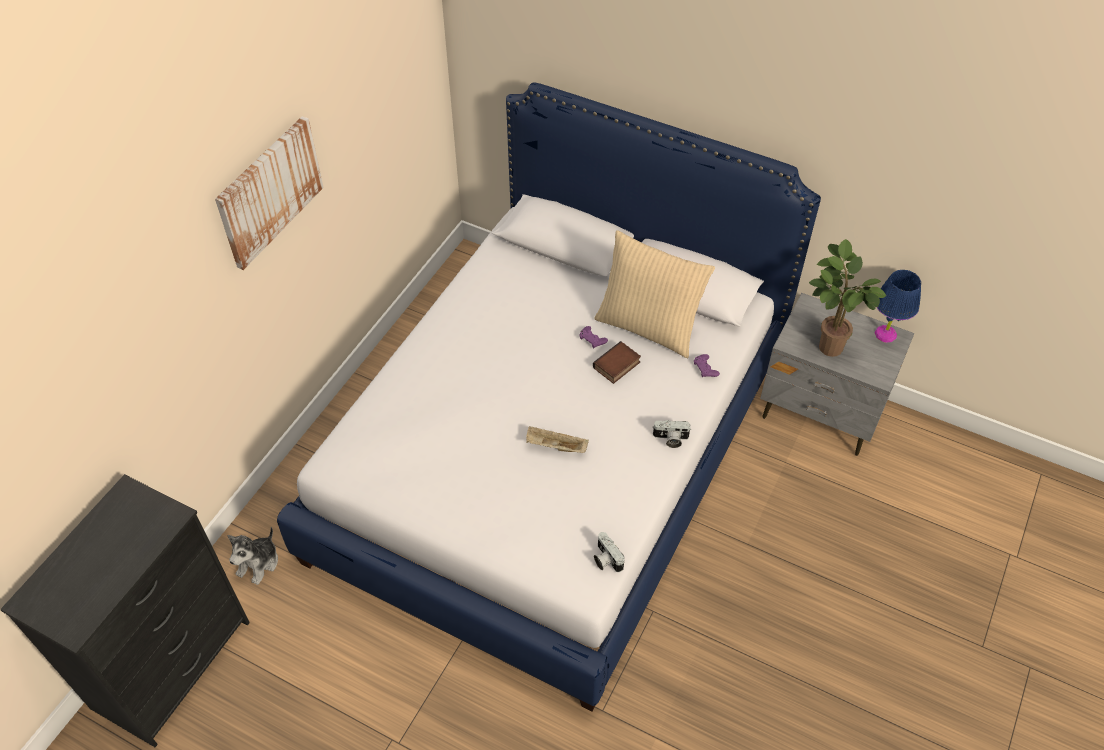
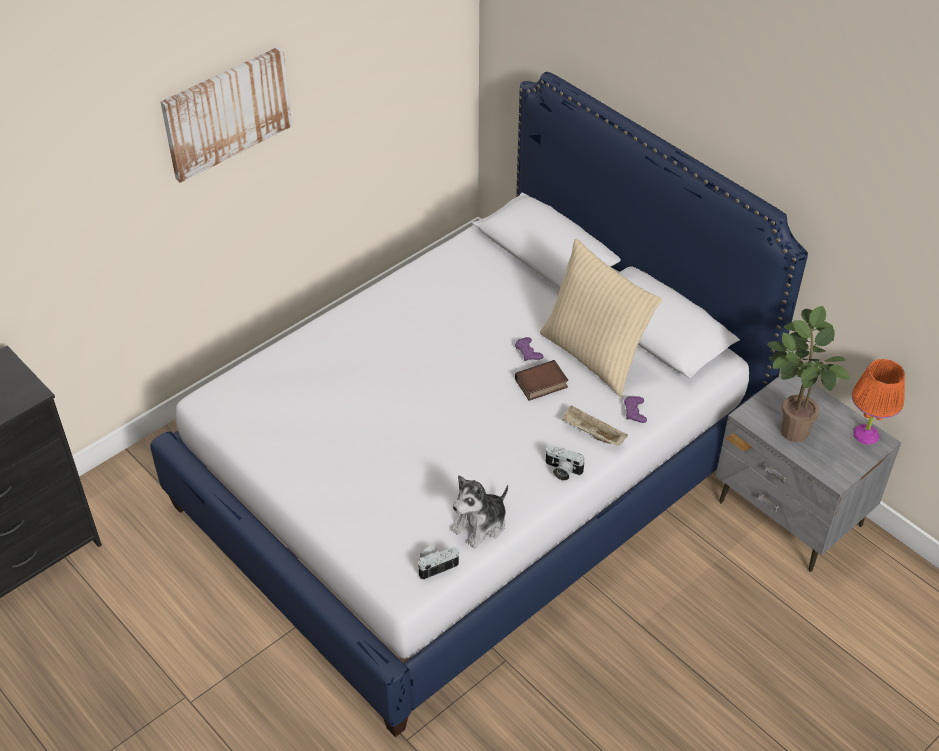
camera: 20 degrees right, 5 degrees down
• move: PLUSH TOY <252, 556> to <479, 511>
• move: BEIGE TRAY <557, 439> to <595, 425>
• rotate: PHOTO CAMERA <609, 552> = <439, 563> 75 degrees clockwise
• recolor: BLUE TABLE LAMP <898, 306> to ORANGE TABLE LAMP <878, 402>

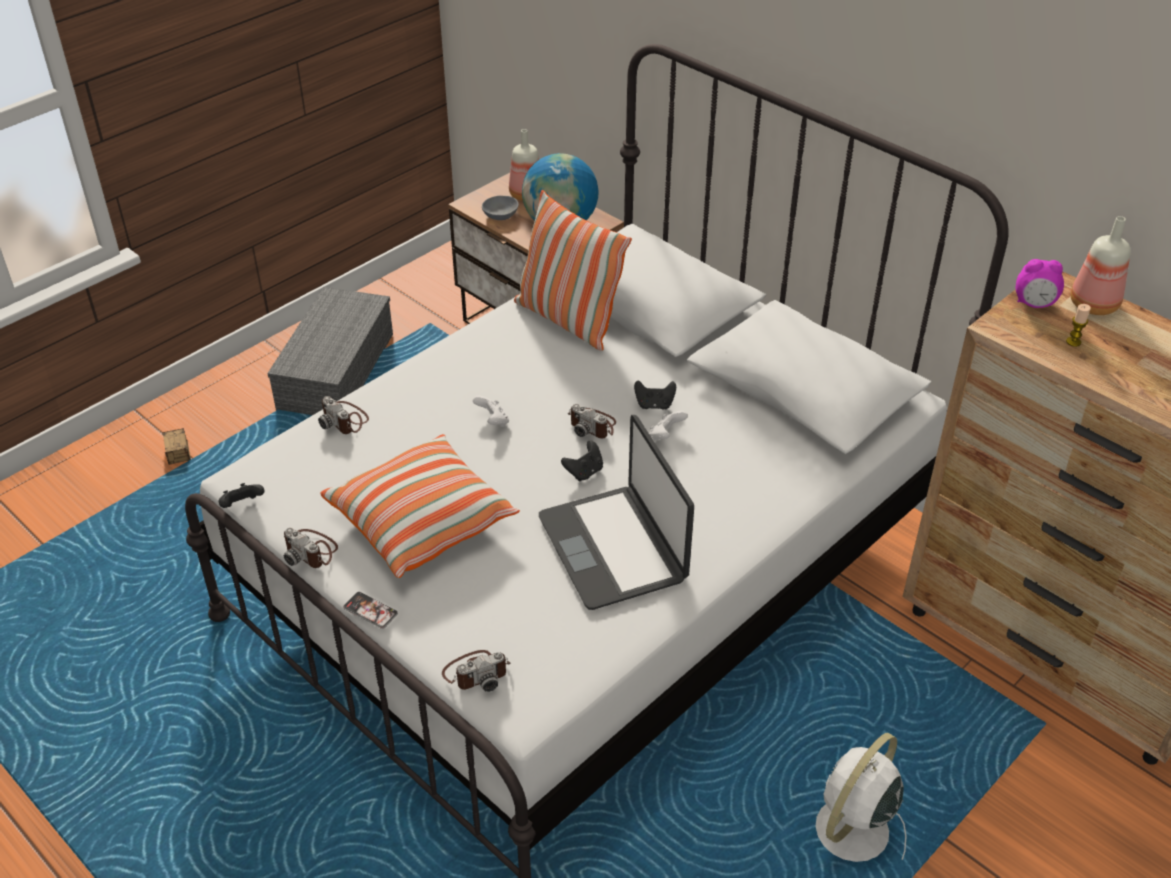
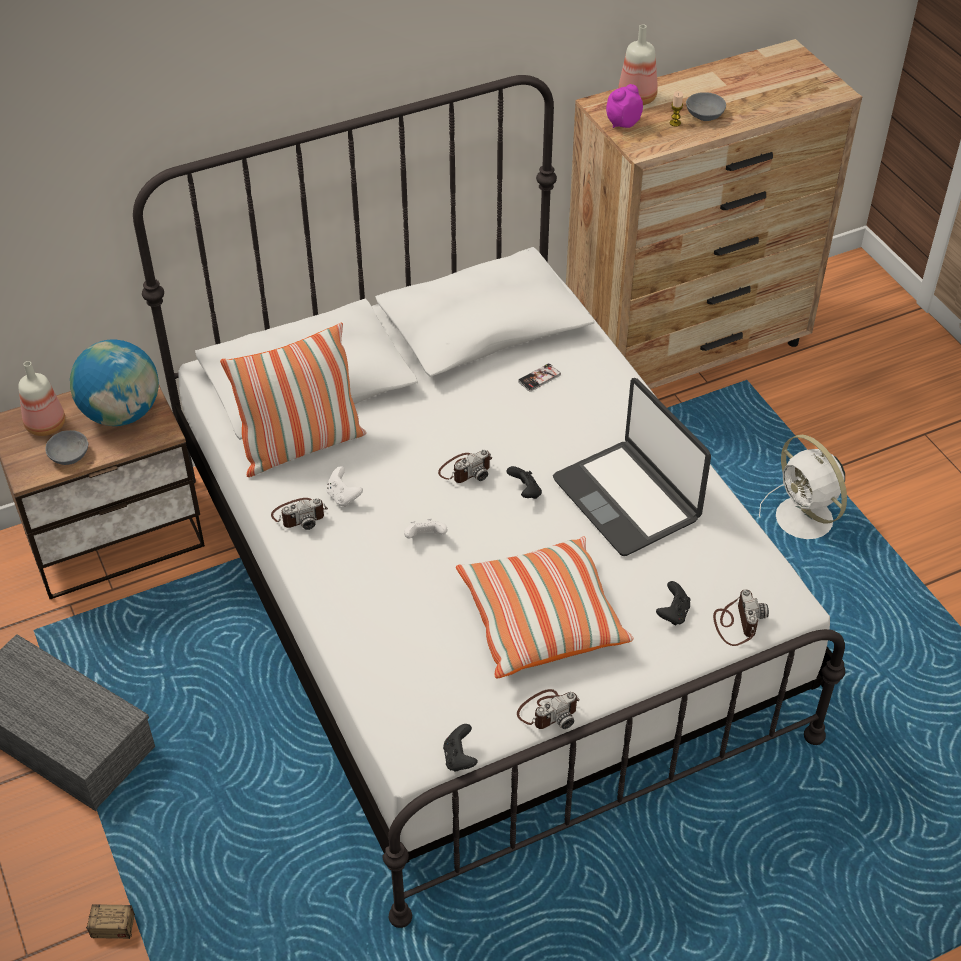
camera: 70 degrees left, 5 degrees up
• move: PHOTO CAMERA <343, 415> to <299, 514>
• move: PHONE <370, 610> to <539, 377>
• rotate: LAPTOP <616, 512> = <632, 467> 60 degrees clockwise
• move: BLACK GAME CONTROLLER <655, 395> to <673, 603>
• move: WHITE GAME CONTROLLER <668, 426> to <344, 486>
• rotate: ALARM CLOCK <1040, 283> = <624, 106> 150 degrees counterclockwise
• insert: GREY BOWL <706, 106>

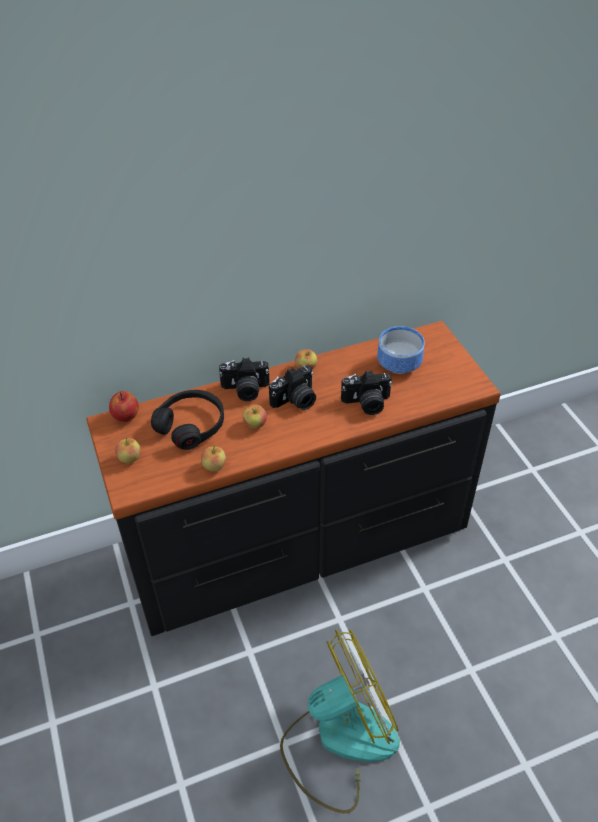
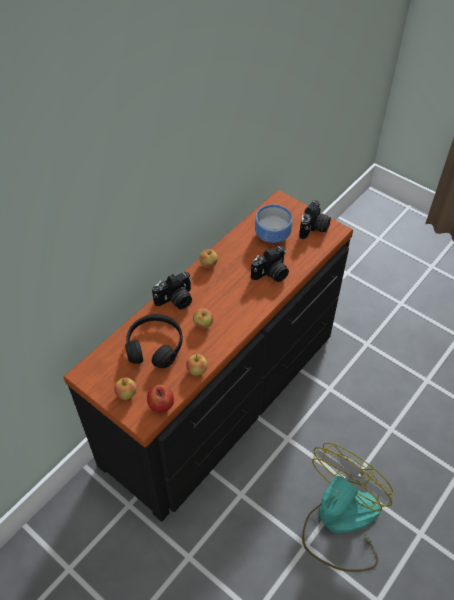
camera: 30 degrees left, 5 degrees up
• move: APPLE <124, 406> to <160, 399>
• move: PHOTO CAMERA <292, 388> to <315, 219>

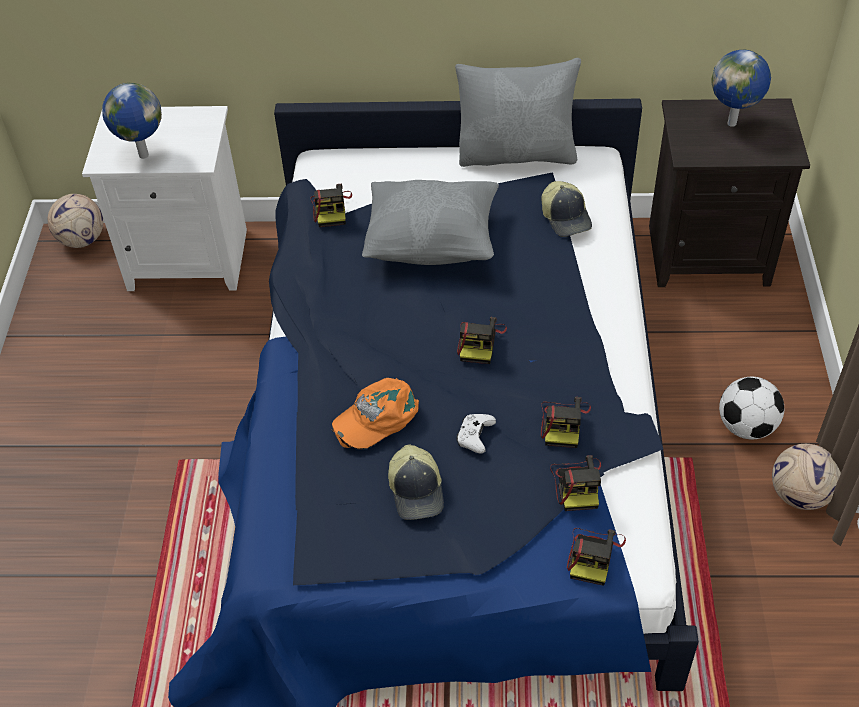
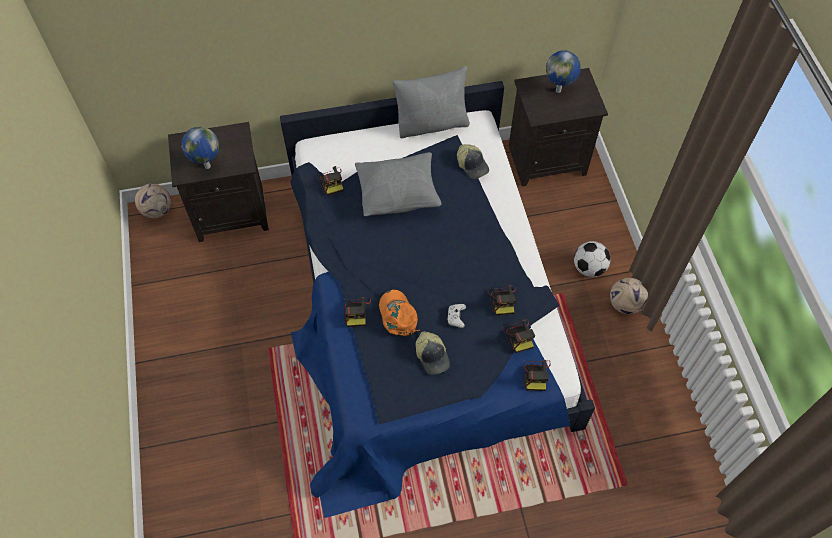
camera: 15 degrees left, 10 degrees up
• recolor: WHITE NIGHTSTAND <164, 198> to BLACK NIGHTSTAND <218, 182>
• rotate: ORANGE CAP <375, 414> = <399, 312> 120 degrees clockwise
• move: PHOTO CAMERA <482, 340> to <357, 312>

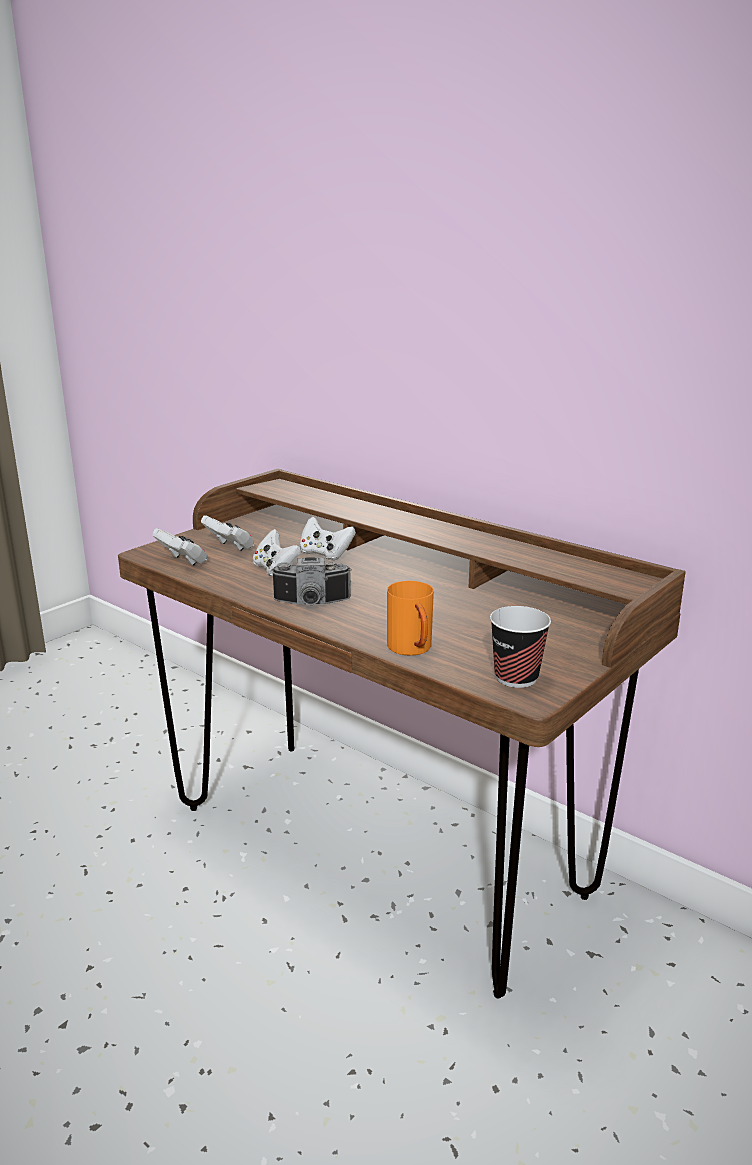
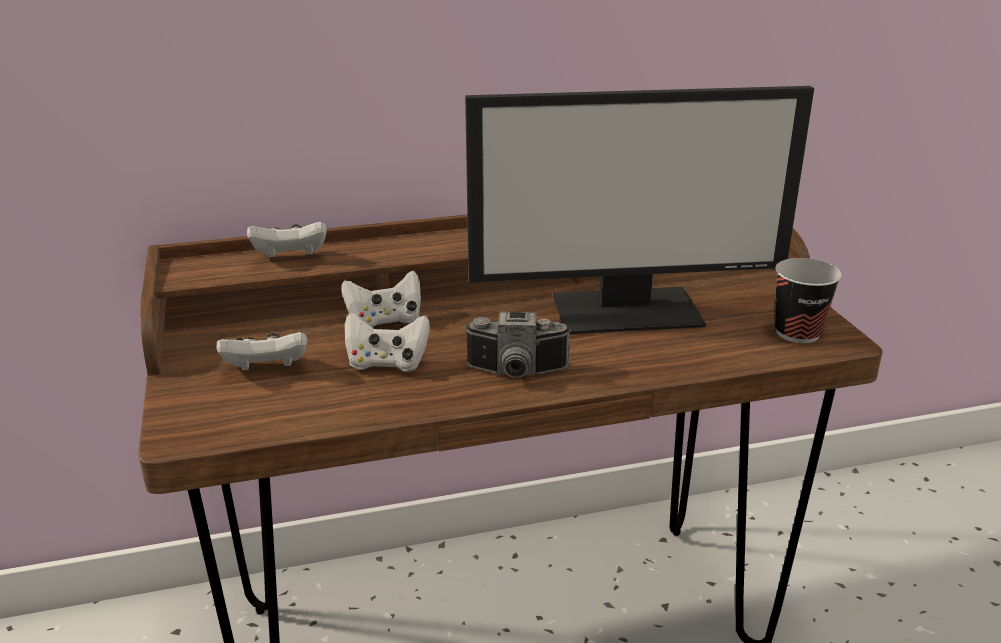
camera: 55 degrees left, 5 degrees up
• move: WHITE GAME CONTROLLER <180, 546> to <287, 240>
• rotate: PHOTO CAMERA <311, 581> = <518, 345> 60 degrees clockwise
• delete: ORANGE MUG <410, 618>
• insert: MONITOR <639, 210>

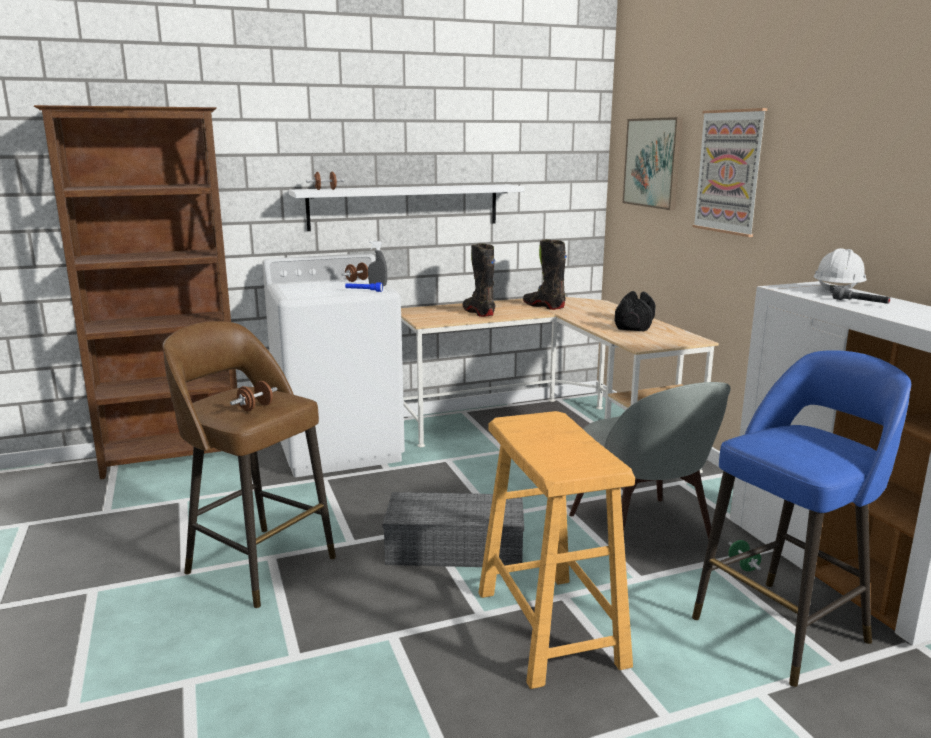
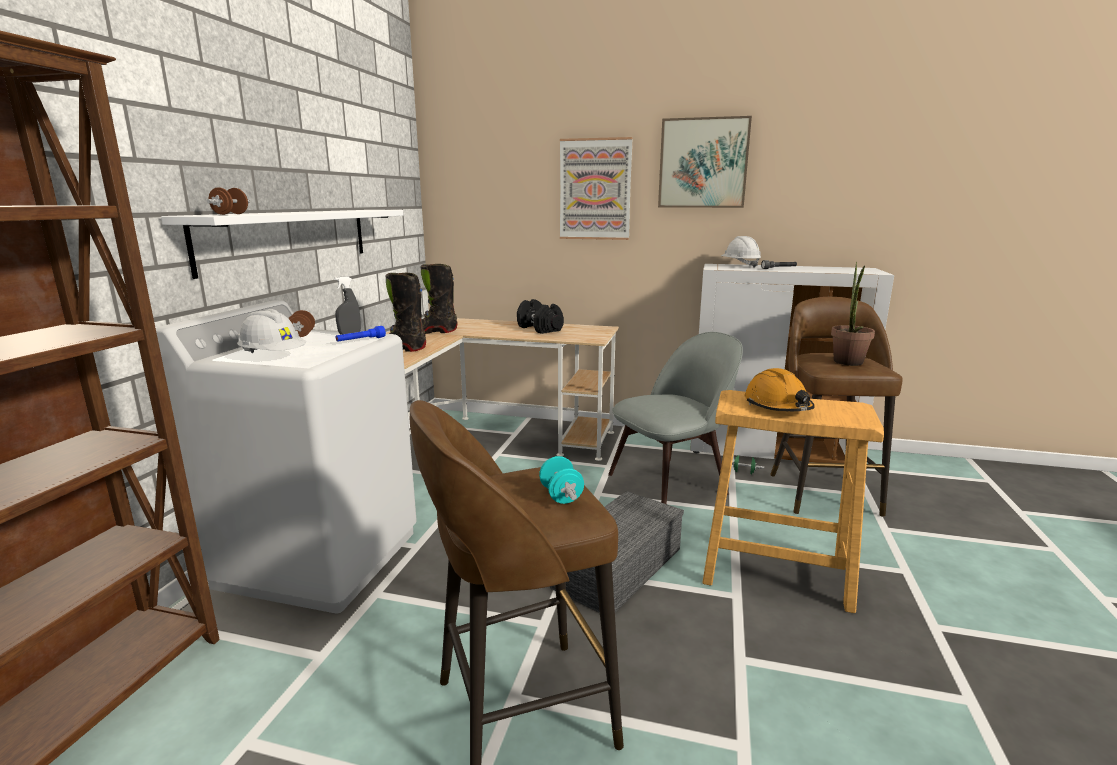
camera: 55 degrees left, 0 degrees up
• recolor: BROWN DUMBBELL <253, 396> to TURQUOISE DUMBBELL <561, 480>
• rotate: GREY CHAIR <650, 460> = <675, 418> 45 degrees counterclockwise
• move: PICTURE <653, 163> to <705, 162>
• recolor: BLUE STOOL <801, 518> to BROWN STOOL <836, 407>
• insert: WHITE HARD HAT <271, 331>
• insert: ORANGE HARD HAT <779, 389>
• insert: POTTED PLANT <853, 314>

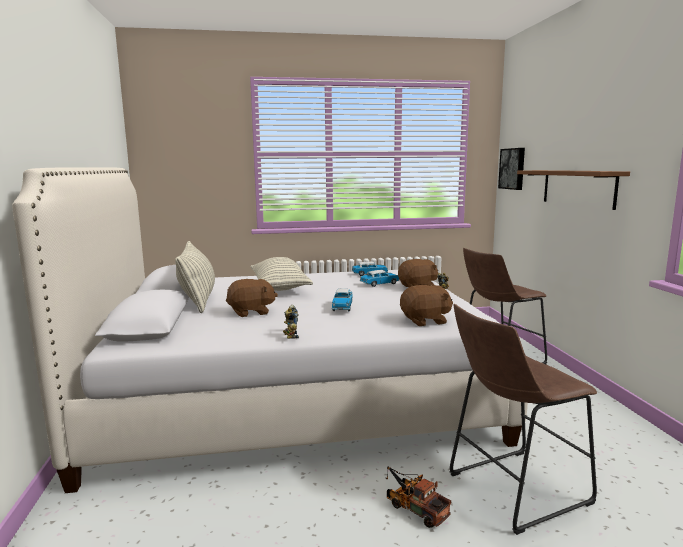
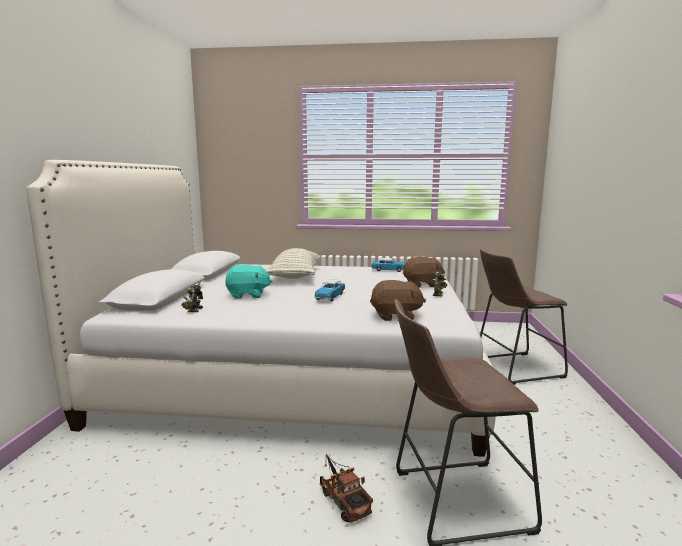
camera: 15 degrees right, 0 degrees up
• delete: PILLOW <195, 277>
• recolor: BROWN PLUSH TOY <252, 298> to TURQUOISE PLUSH TOY <249, 281>
• move: TOY ROBOT <291, 322> to <192, 297>
• delete: TOY CAR <379, 278>
• delete: PICTURE <511, 169>
• delete: SHELF <573, 190>

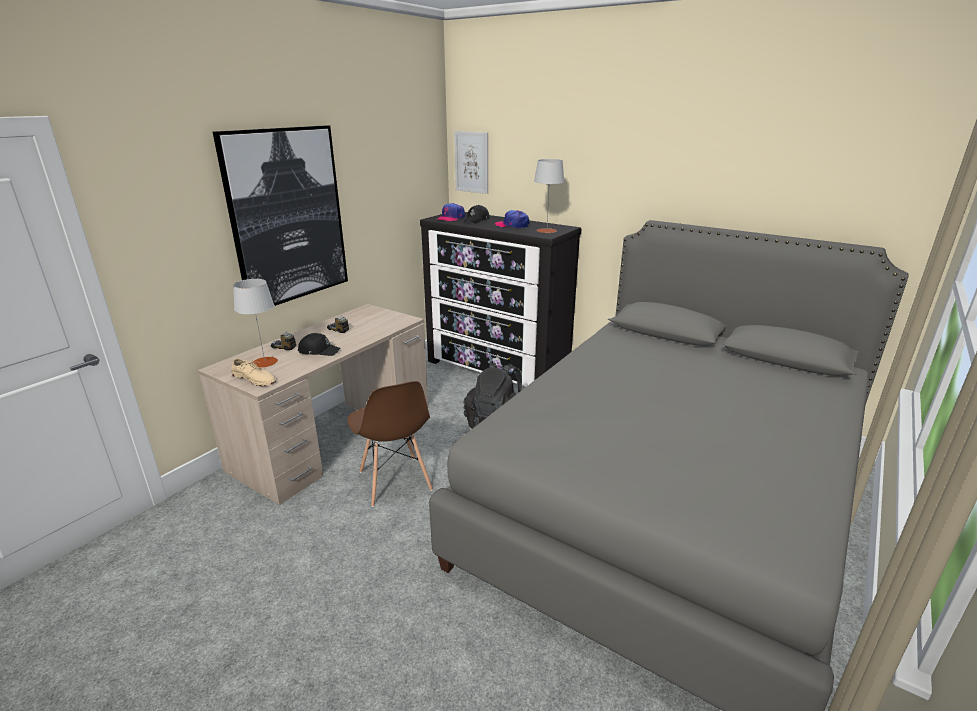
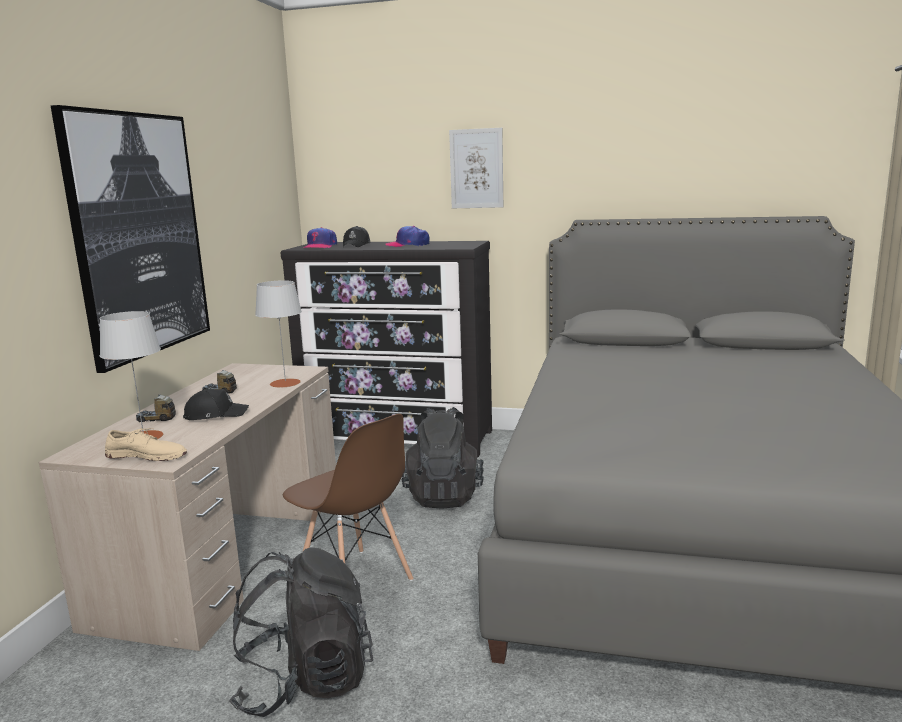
camera: 20 degrees left, 10 degrees down
• move: PICTURE <471, 162> to <476, 168>
• move: GREY TABLE LAMP <549, 196> to <278, 333>
• insert: BLACK BACKPACK <301, 632>

